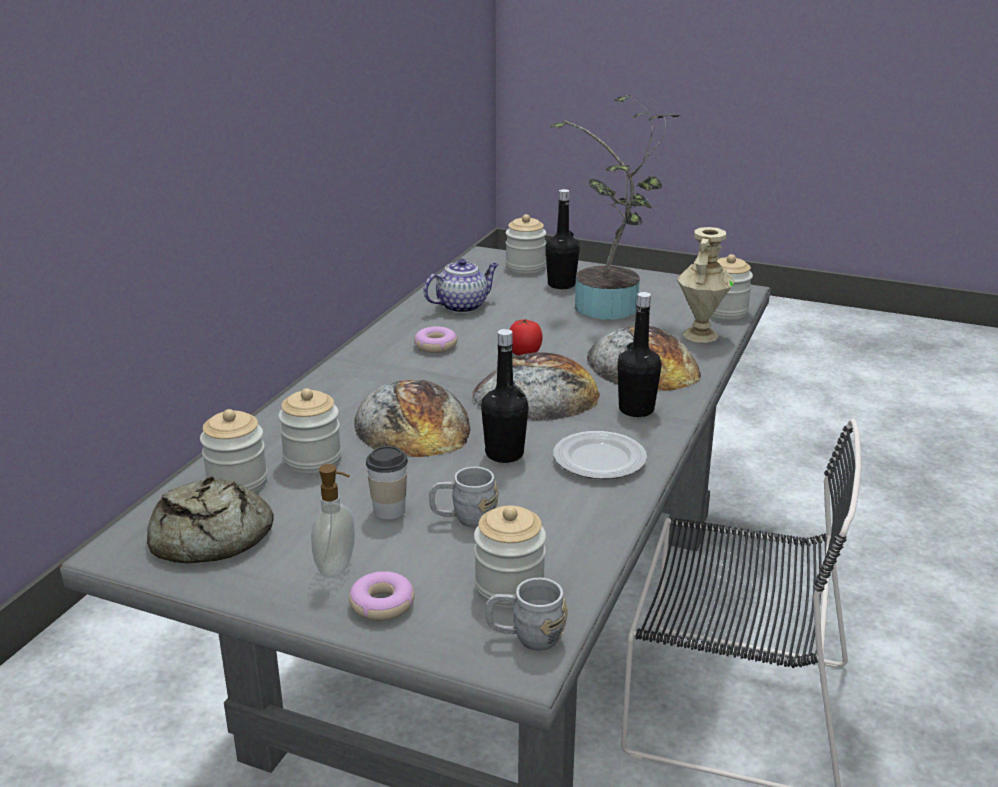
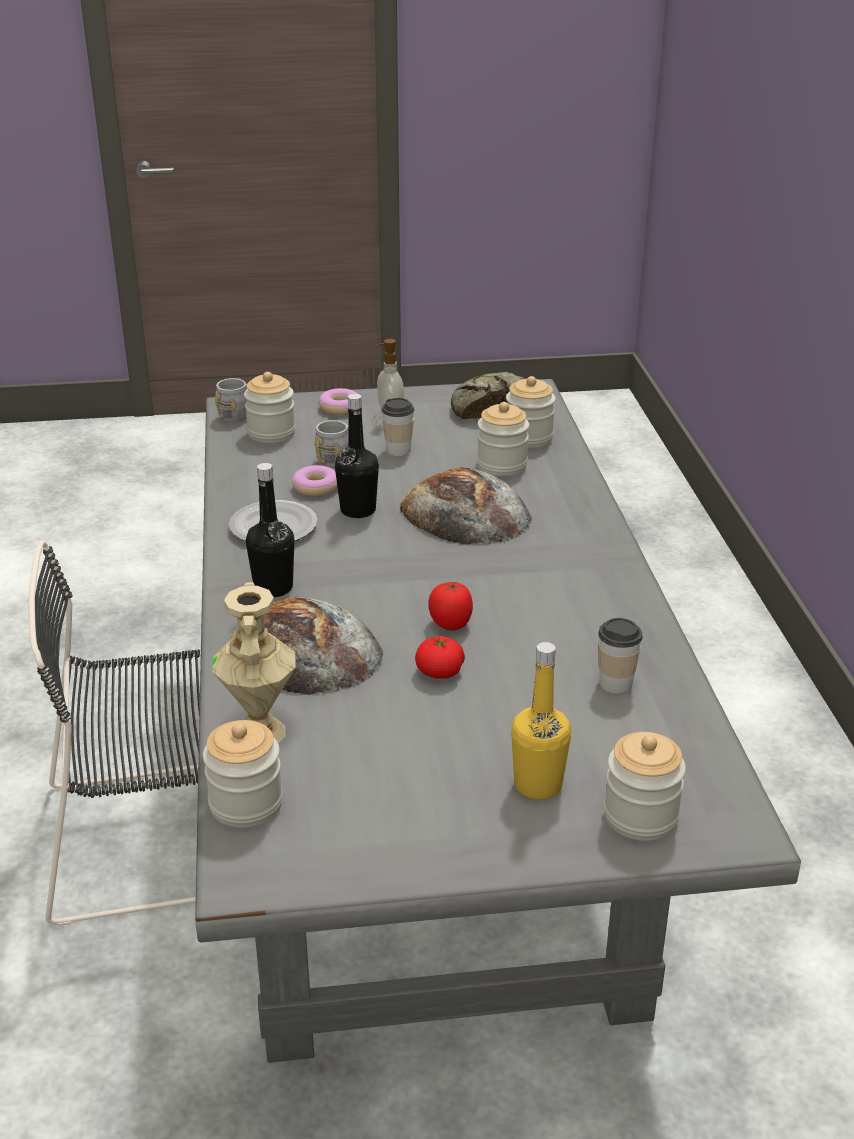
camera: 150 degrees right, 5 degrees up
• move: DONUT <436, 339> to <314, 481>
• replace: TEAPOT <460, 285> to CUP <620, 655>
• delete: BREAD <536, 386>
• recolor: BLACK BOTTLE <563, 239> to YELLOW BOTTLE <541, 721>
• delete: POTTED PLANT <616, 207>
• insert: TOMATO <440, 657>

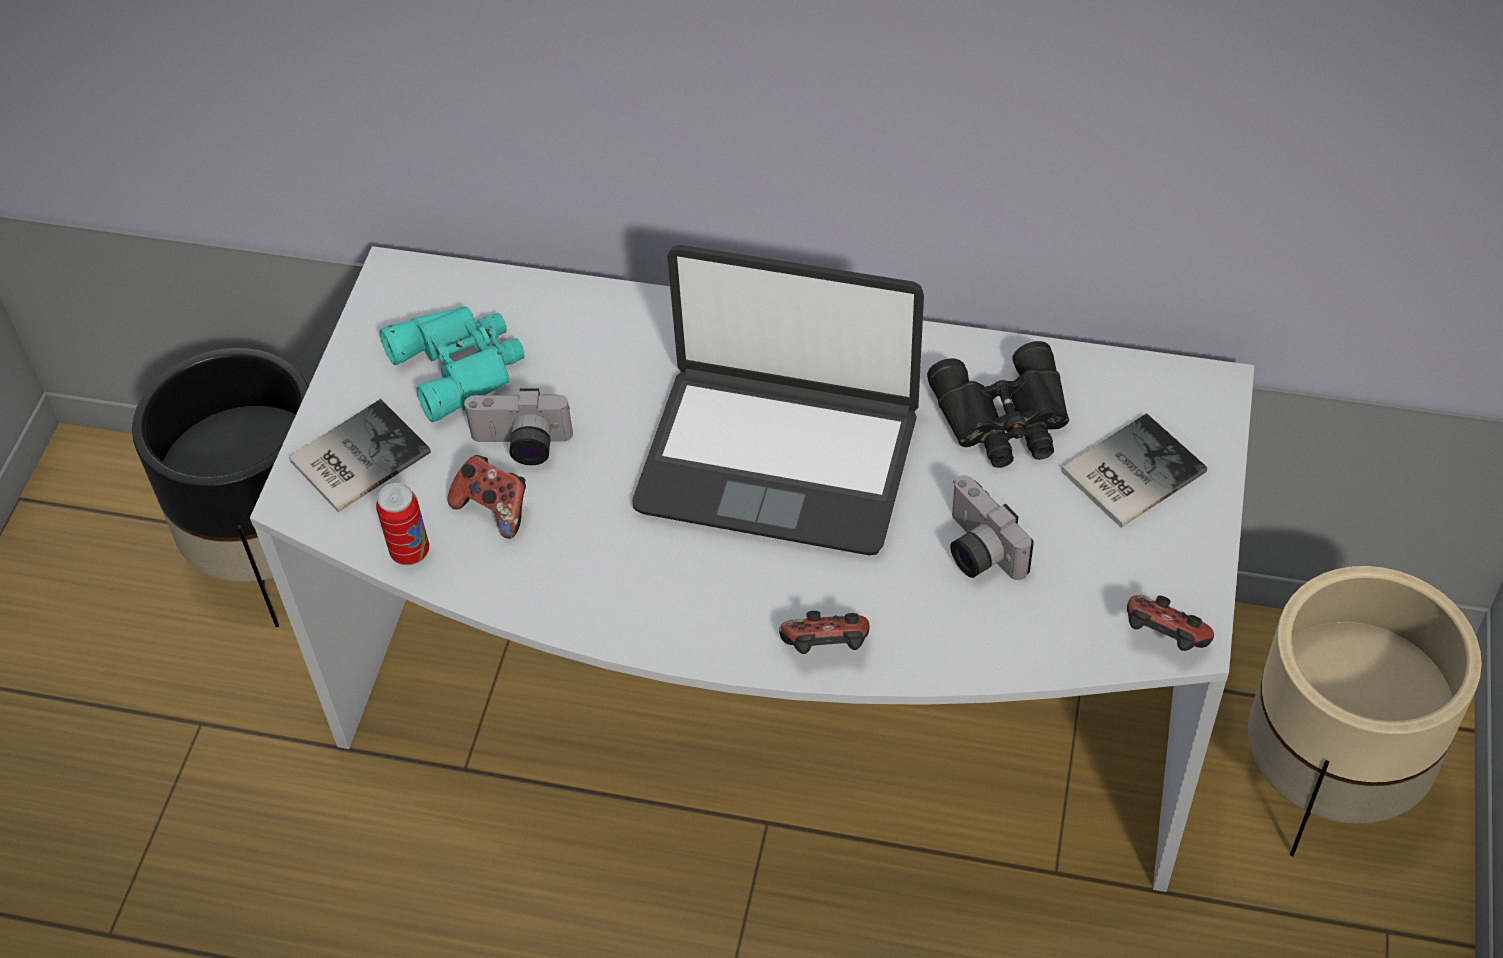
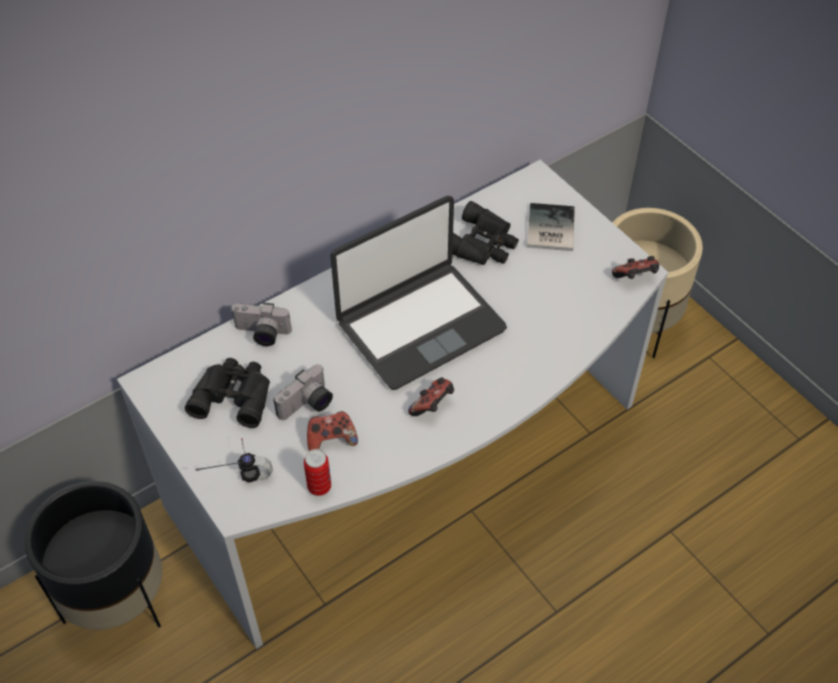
camera: 50 degrees left, 0 degrees up
• replace: BOOK <360, 455> to HEADPHONES <234, 460>
• recolor: TURQUOISE BINOCULARS <452, 364> to BLACK BINOCULARS <227, 393>
• move: GAME CONTROLLER <824, 632> to <431, 396>
• move: PHOTO CAMERA <992, 527> to <261, 324>

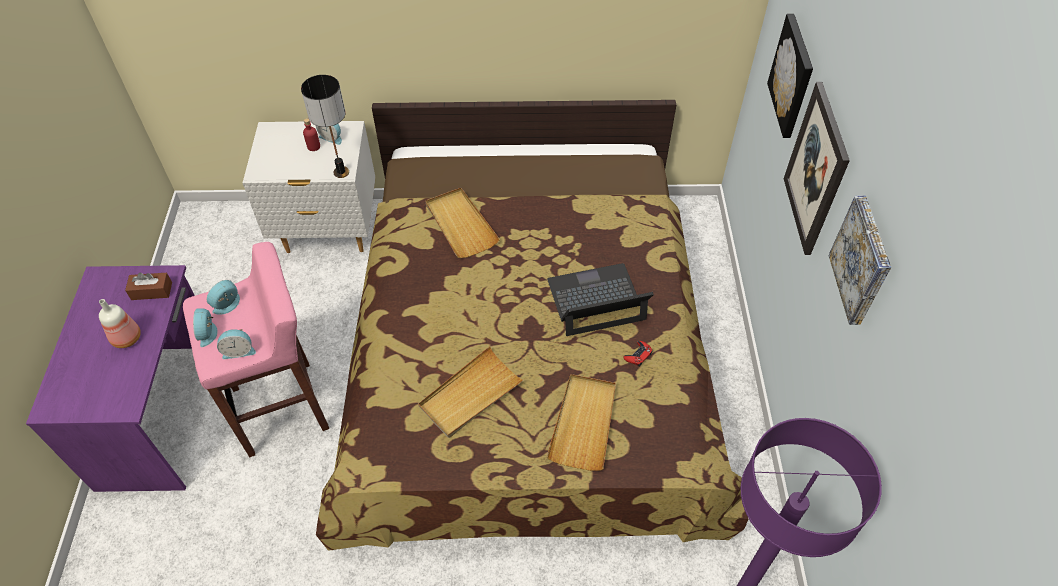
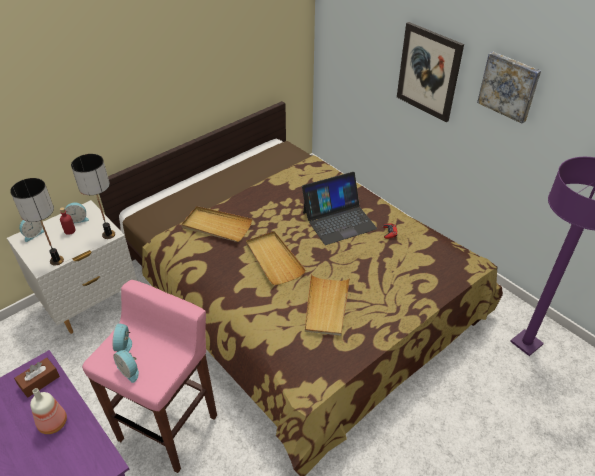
camera: 40 degrees left, 10 degrees down
• move: ALARM CLOCK <236, 344> to <31, 231>
• rotate: LAPTOP <600, 299> = <339, 208> 150 degrees counterclockwise
• move: BEIGE TRAY <581, 422> to <276, 258>
• delete: PICTURE <790, 76>
• insert: TABLE LAMP <37, 222>

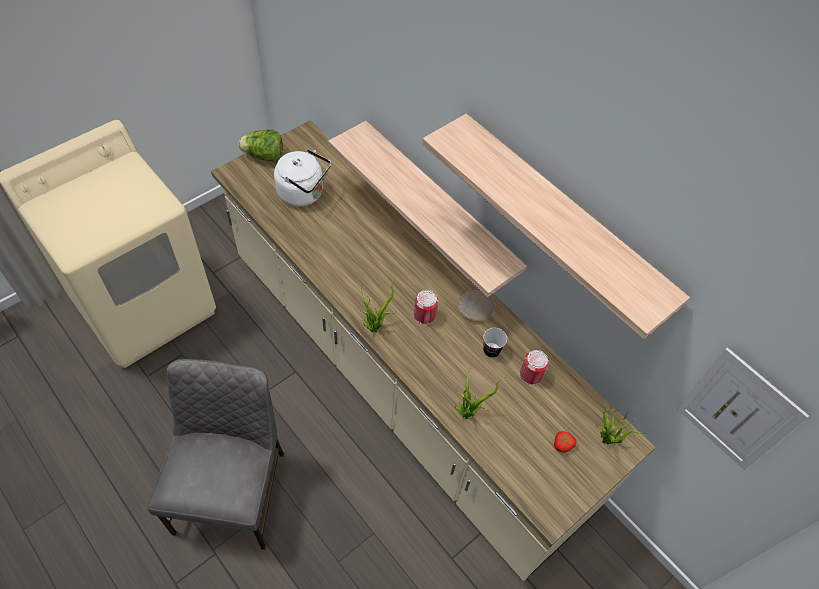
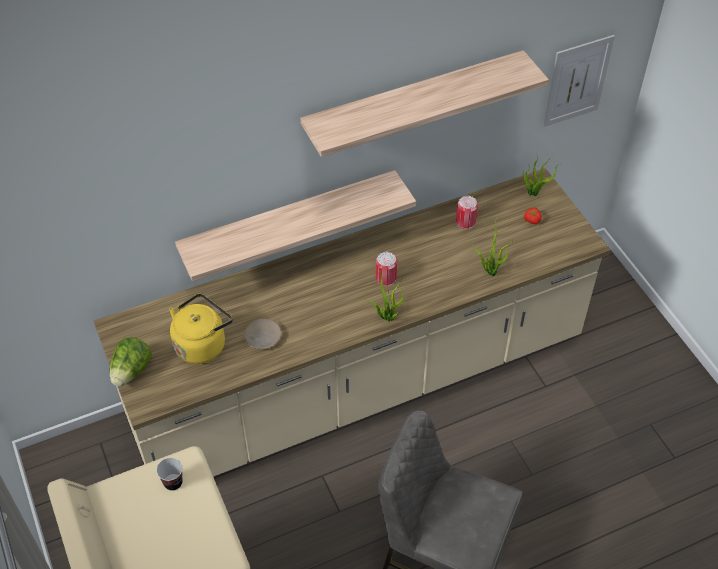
camera: 70 degrees left, 5 degrees down
• recolor: WHITE KETTLE <302, 178> to YELLOW KETTLE <201, 328>
• move: BEIGE PLATE <476, 305> to <262, 334>
• move: CUP <495, 343> to <169, 474>

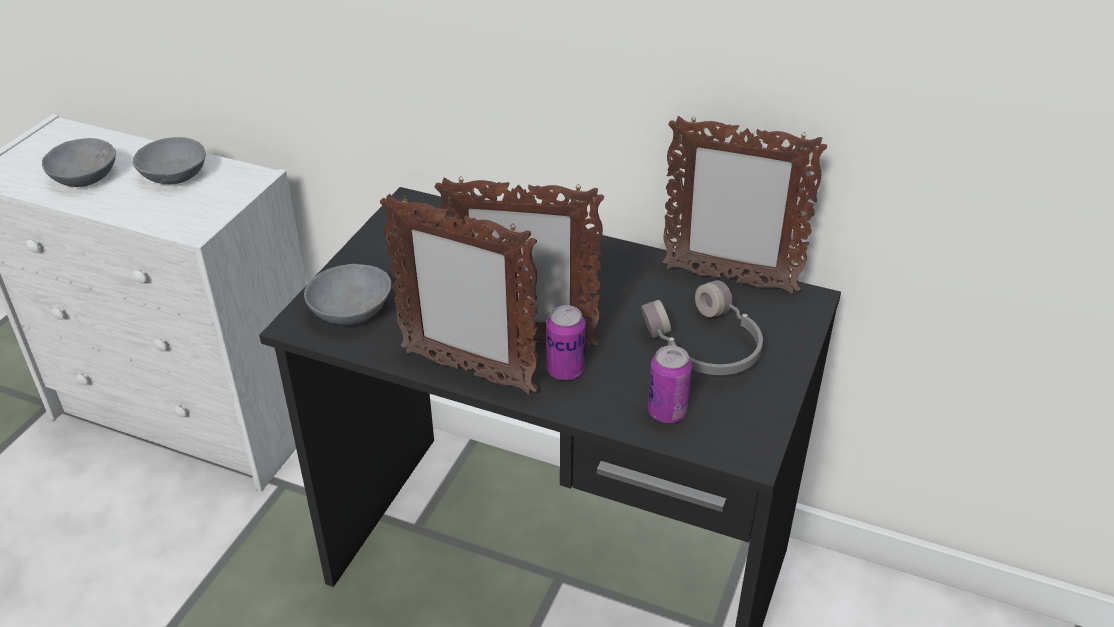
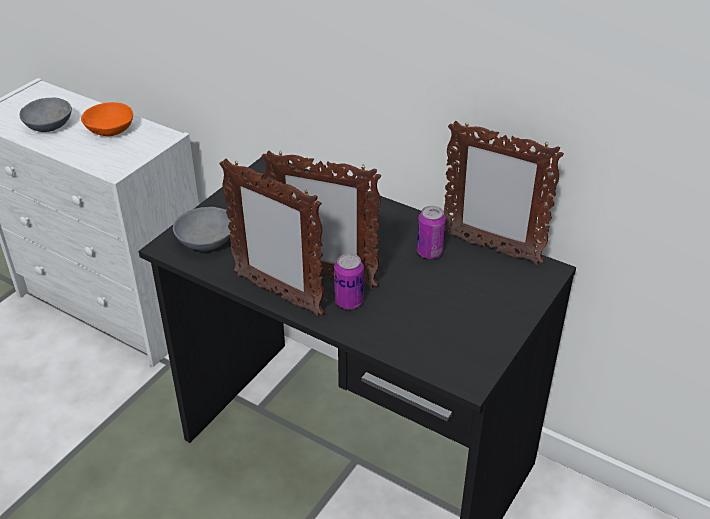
camera: 10 degrees right, 0 degrees up
• recolor: GREY BOWL <169, 160> to ORANGE BOWL <107, 119>
• delete: GREY HEADPHONES <702, 327>
• move: CAN <670, 384> to <431, 232>

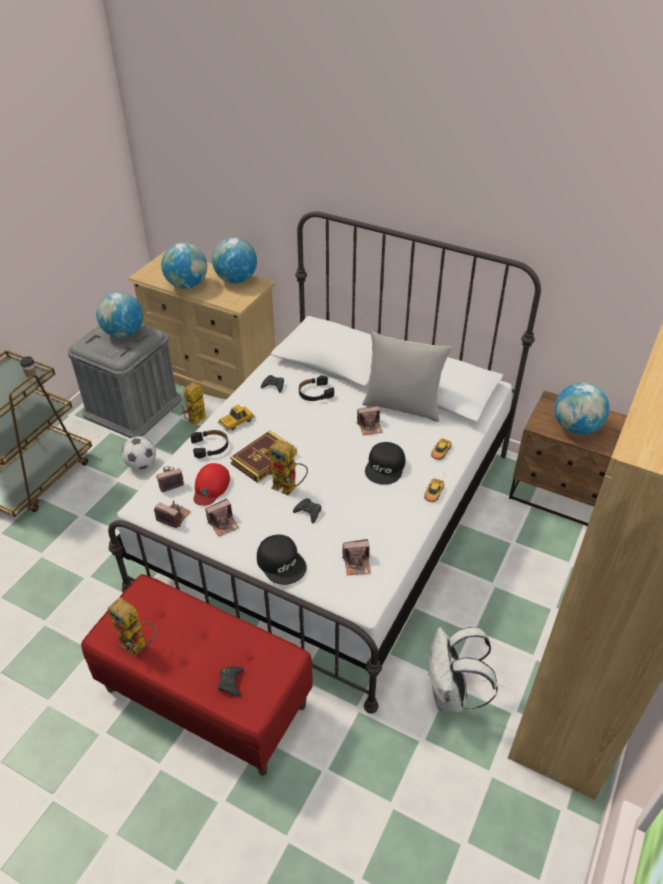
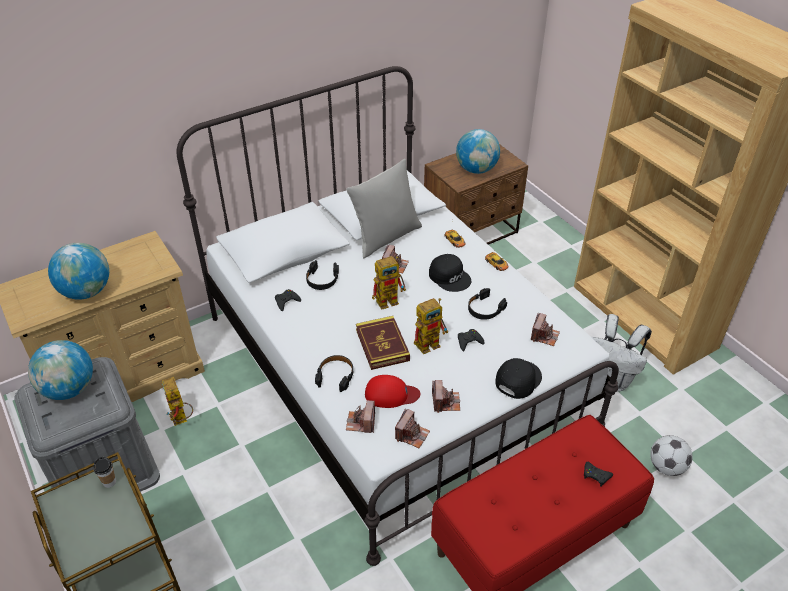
camera: 60 degrees left, 0 degrees up
• move: TOY ROBOT <132, 627> to <389, 283>
• move: FOOTBALL <139, 453> to <671, 455>
• rotate: PHOTO CAMERA <172, 514> = <412, 428> 150 degrees clockwise
• rotate: RED CAP <211, 484> = <393, 391> 45 degrees counterclockwise
• delete: GLOBE <234, 260>
• delete: TOY CAR <236, 417>
• rotate: BLACK CAP <281, 560> = <518, 378> 45 degrees counterclockwise
• insert: BLACK HEADPHONES <487, 304>

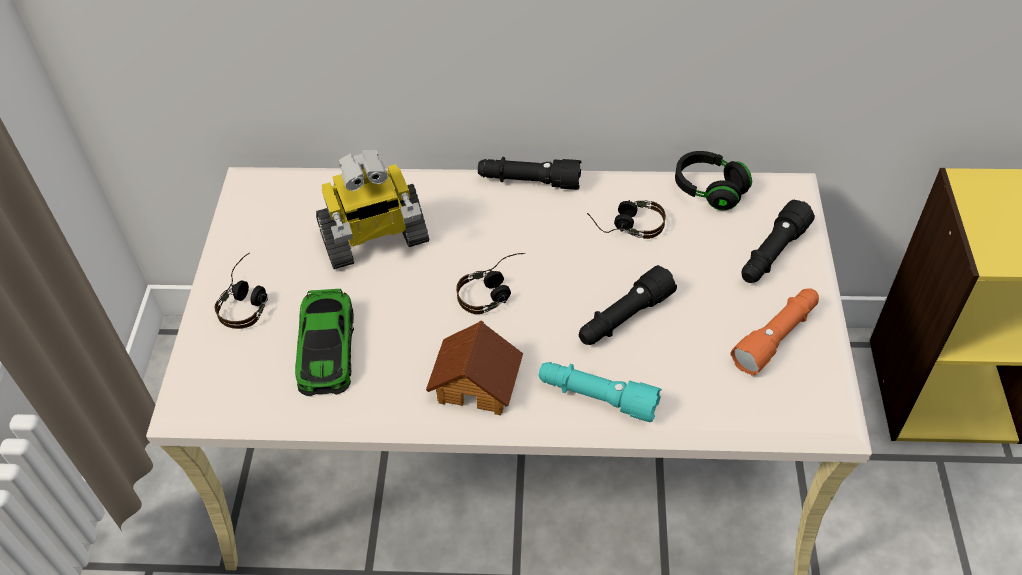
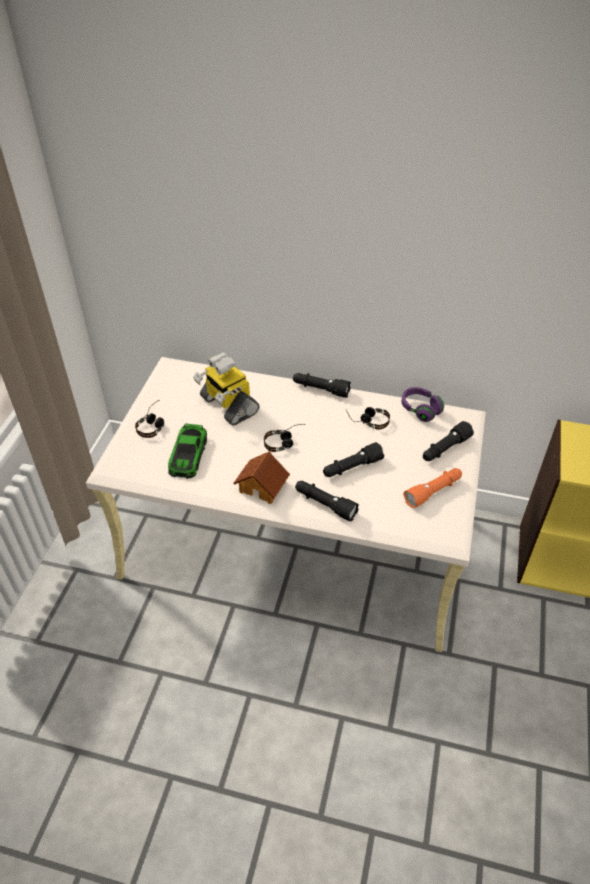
camera: 10 degrees right, 5 degrees down
• rotate: TOY ROBOT <372, 209> = <226, 389> 60 degrees clockwise
• recolor: TURQUOISE FLASHLIGHT <600, 392> to BLACK FLASHLIGHT <327, 501>
• recolor: BLACK HEADPHONES <713, 181> to PURPLE HEADPHONES <422, 404>

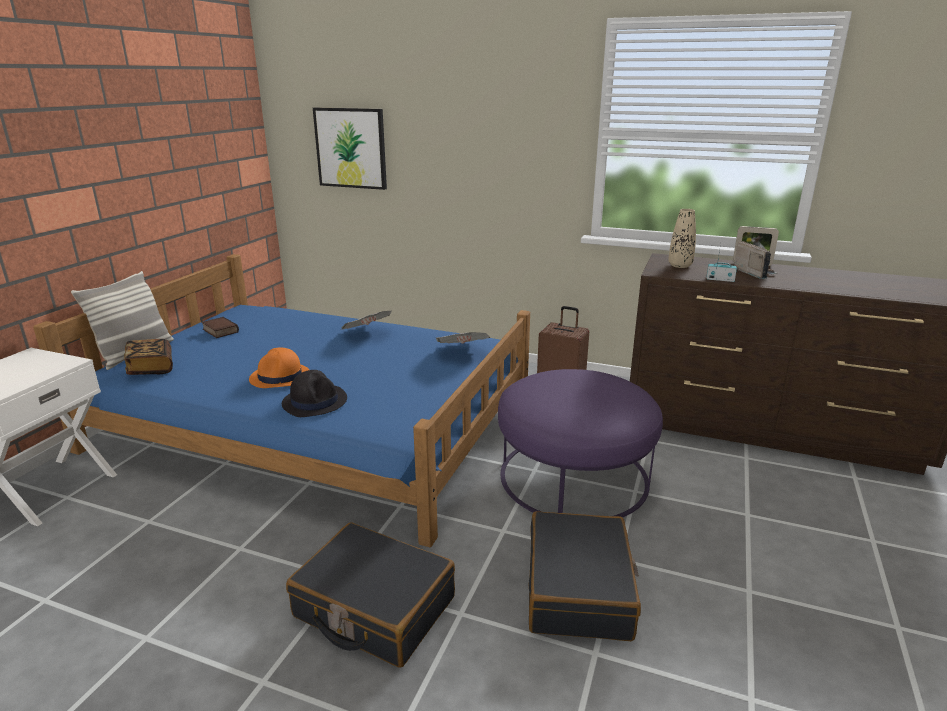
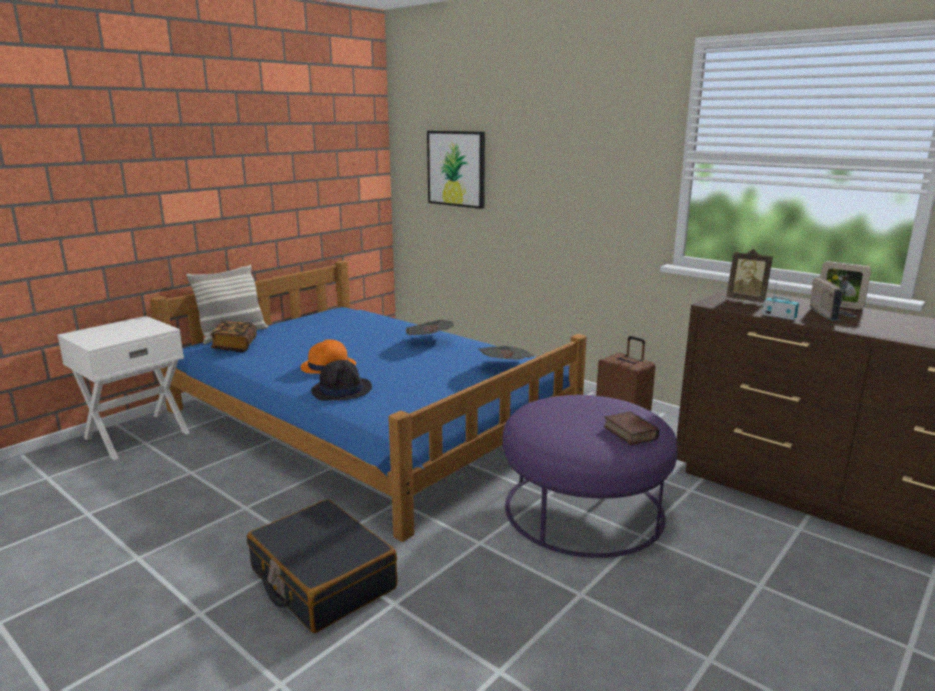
camera: 20 degrees right, 5 degrees down
• move: BOOK <220, 327> to <631, 428>
• delete: BLACK SUITCASE <585, 576>
• replace: BEIGE VASE <682, 238> to PICTURE FRAME <749, 275>

